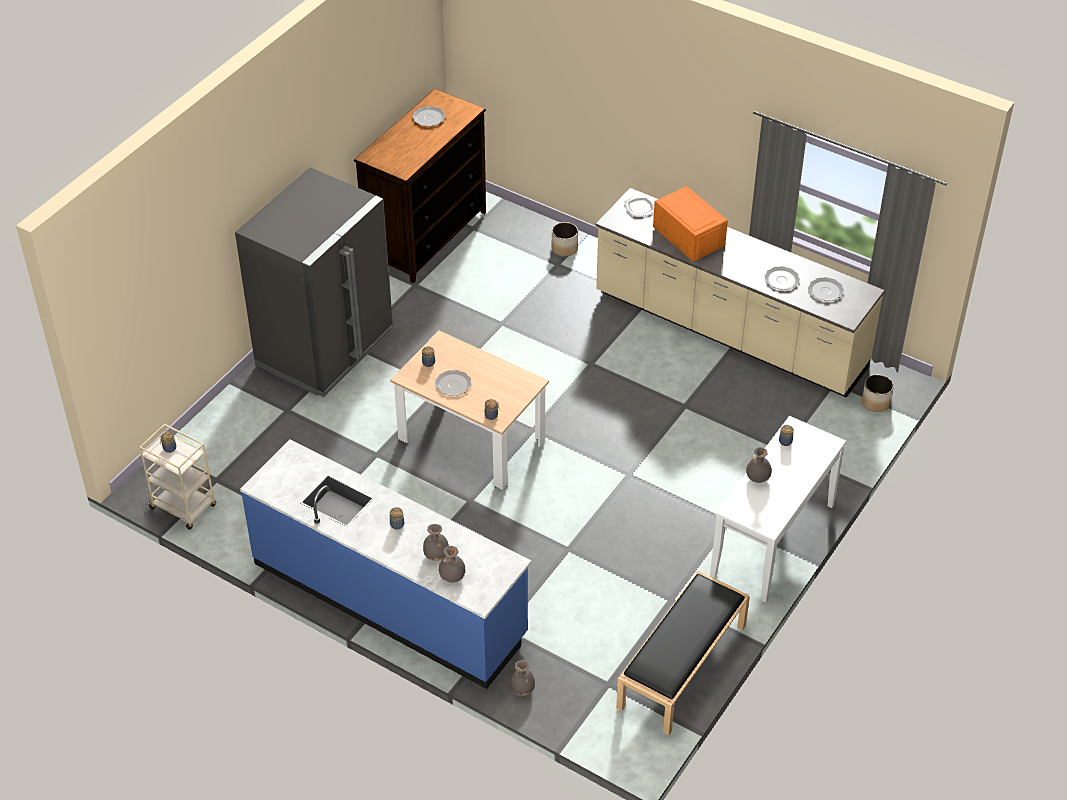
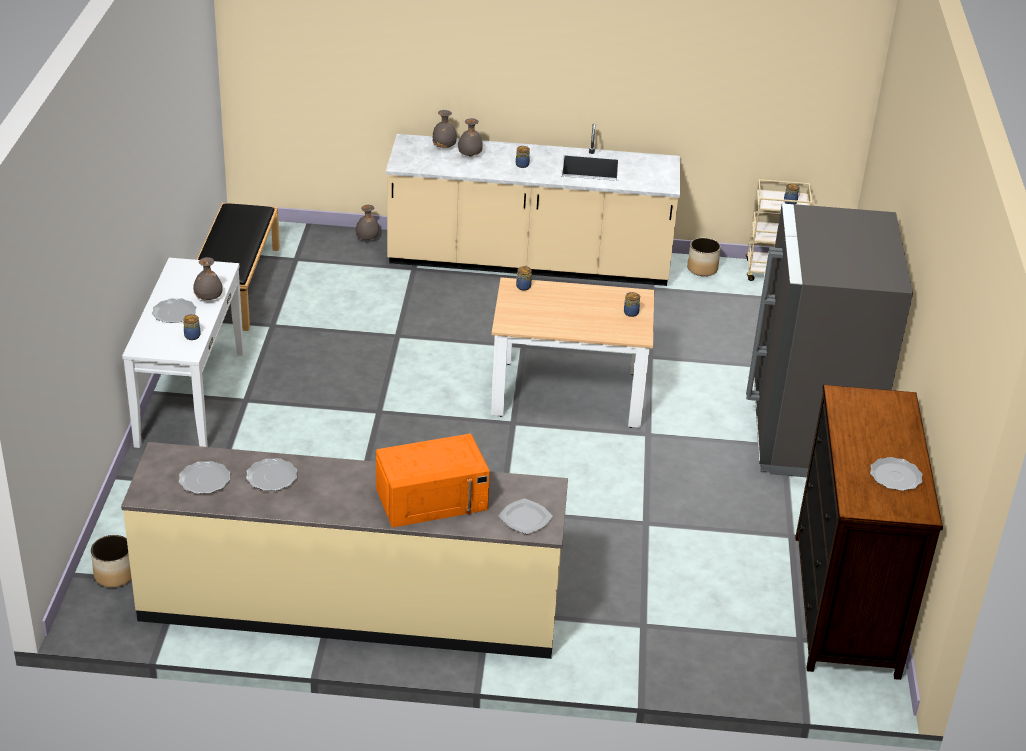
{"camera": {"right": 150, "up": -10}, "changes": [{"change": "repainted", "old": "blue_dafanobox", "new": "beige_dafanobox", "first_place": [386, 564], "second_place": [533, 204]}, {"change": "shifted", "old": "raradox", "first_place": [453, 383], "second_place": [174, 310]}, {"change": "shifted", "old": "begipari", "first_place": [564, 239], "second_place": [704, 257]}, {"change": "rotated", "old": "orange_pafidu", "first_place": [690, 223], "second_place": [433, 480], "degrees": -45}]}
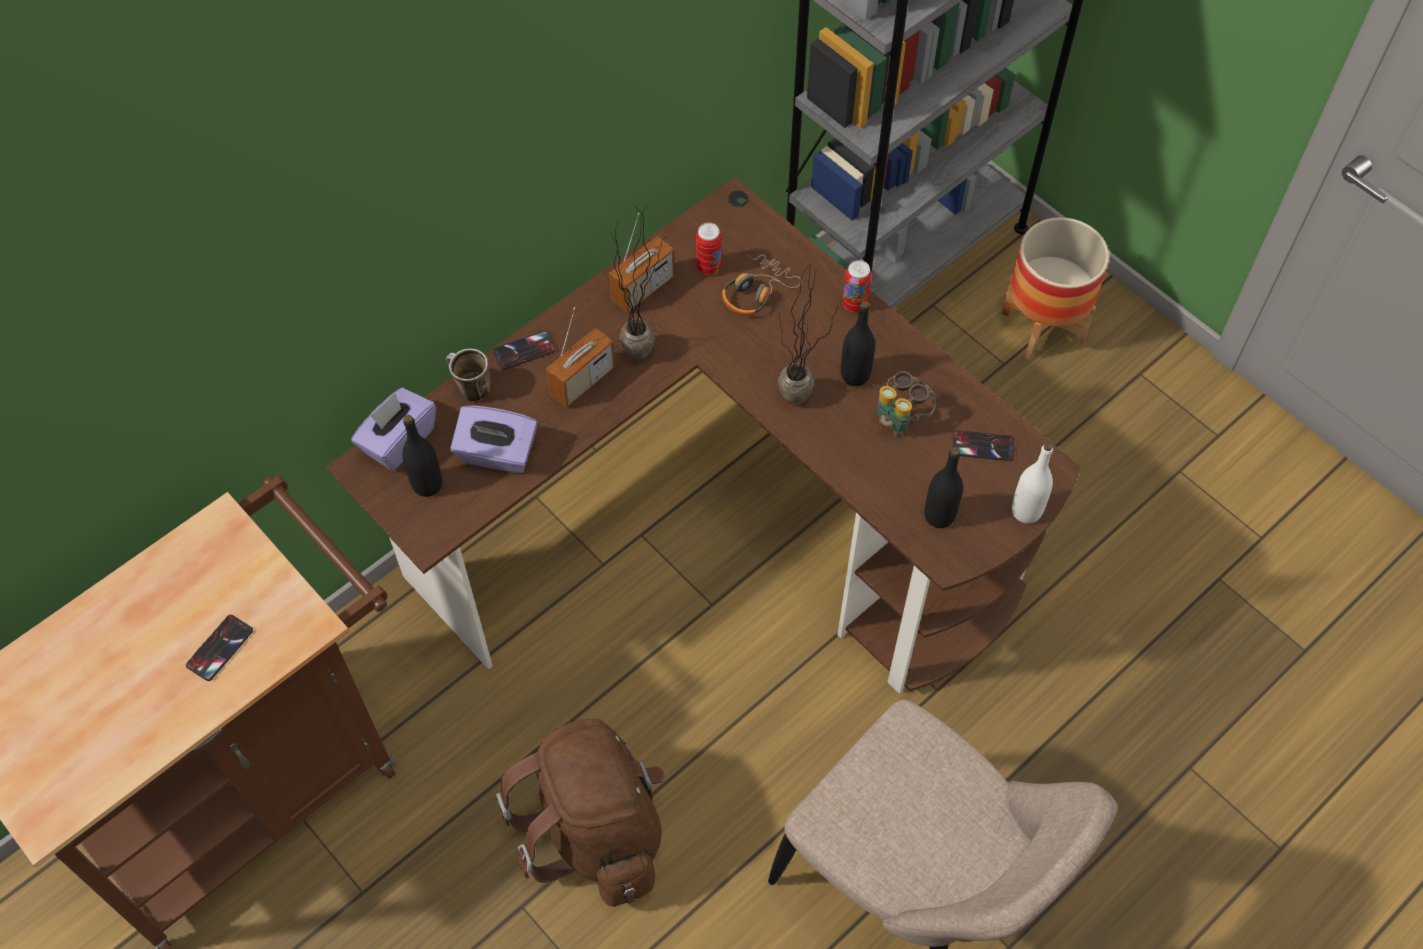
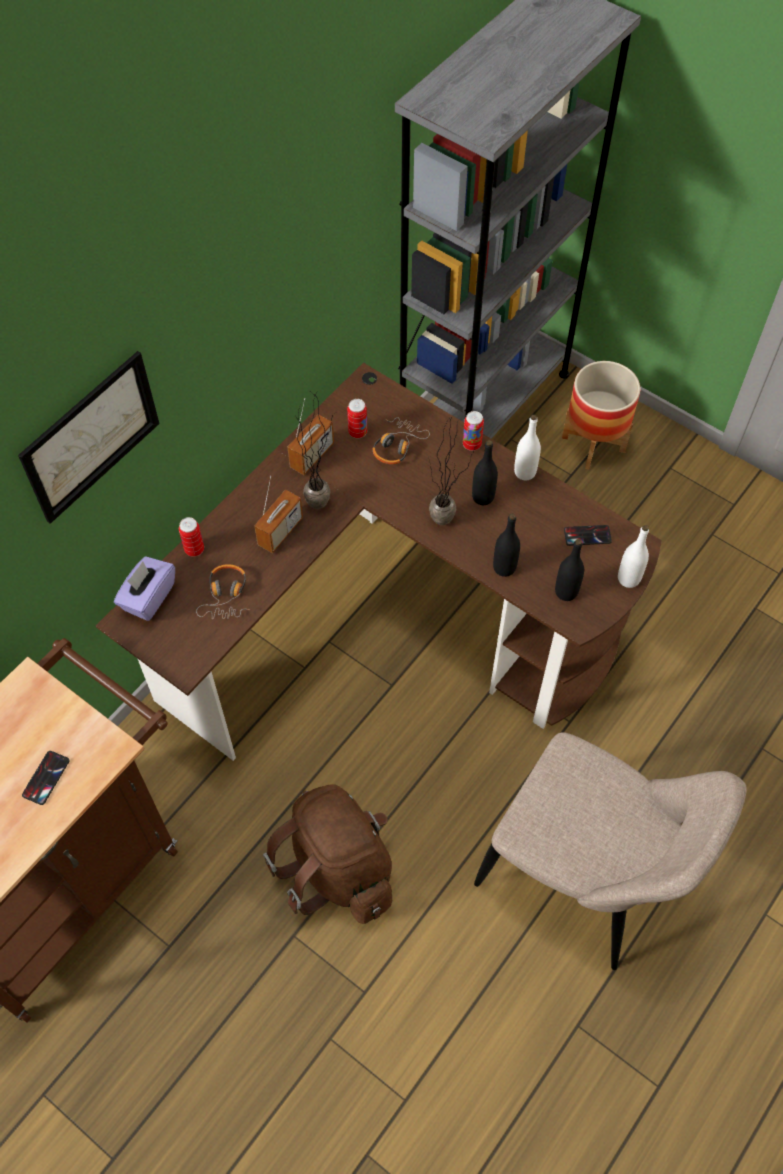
{"camera": {"right": -10, "up": 0}, "changes": [{"change": "shifted", "old": "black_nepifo", "first_place": [422, 456], "second_place": [506, 545]}, {"change": "swapped", "old": "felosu", "new": "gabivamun", "first_place": [468, 374], "second_place": [191, 537]}, {"change": "swapped", "old": "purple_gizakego", "new": "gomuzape", "first_place": [494, 439], "second_place": [223, 591]}, {"change": "gone", "old": "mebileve", "first_place": [524, 350]}, {"change": "gone", "old": "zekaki", "first_place": [907, 404]}, {"change": "new", "new": "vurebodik", "second_place": [89, 437]}, {"change": "new", "new": "white_nepifo", "second_place": [527, 447]}]}
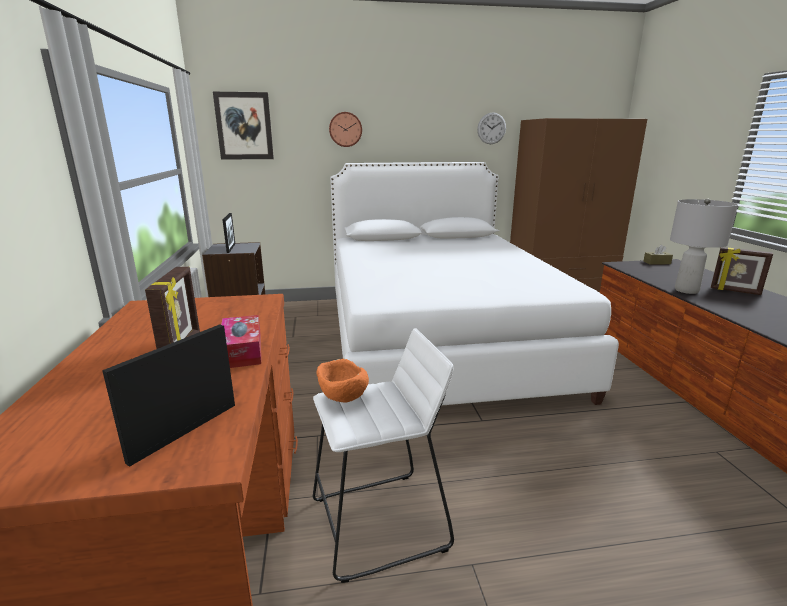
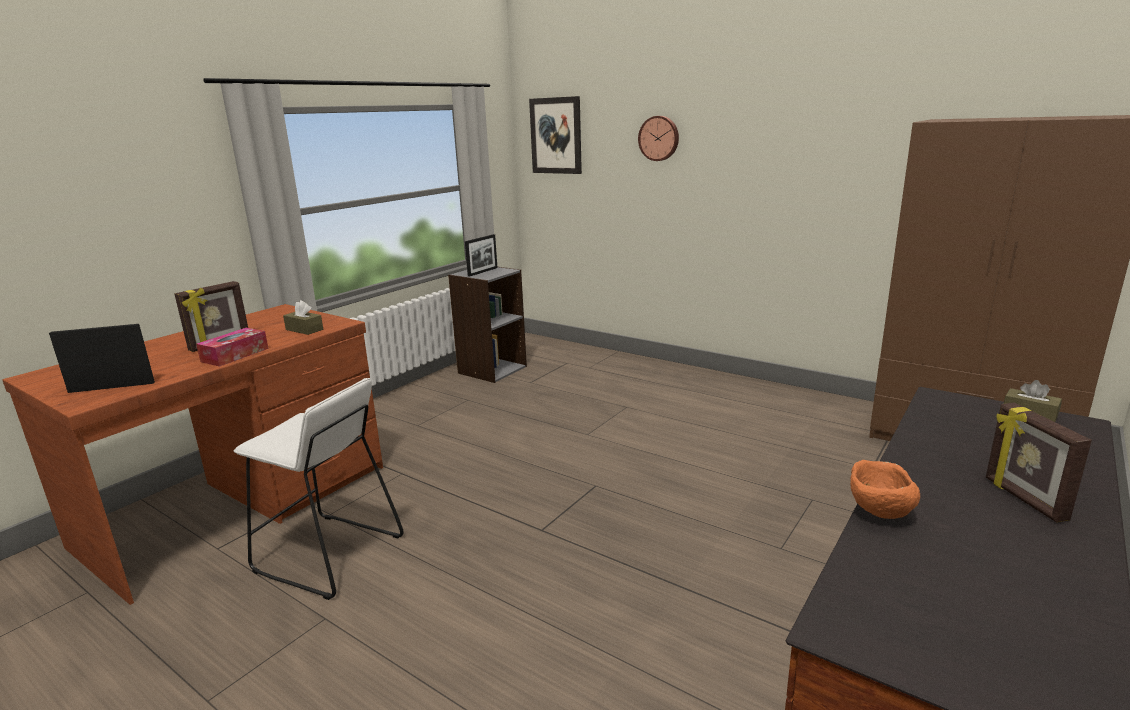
{"camera": {"right": 45, "up": 0}, "changes": [{"change": "shifted", "old": "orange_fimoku", "first_place": [343, 380], "second_place": [885, 489]}, {"change": "gone", "old": "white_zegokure", "first_place": [474, 284]}, {"change": "gone", "old": "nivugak", "first_place": [491, 128]}, {"change": "gone", "old": "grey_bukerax", "first_place": [704, 246]}, {"change": "new", "new": "brown_gizakego", "second_place": [303, 317]}]}
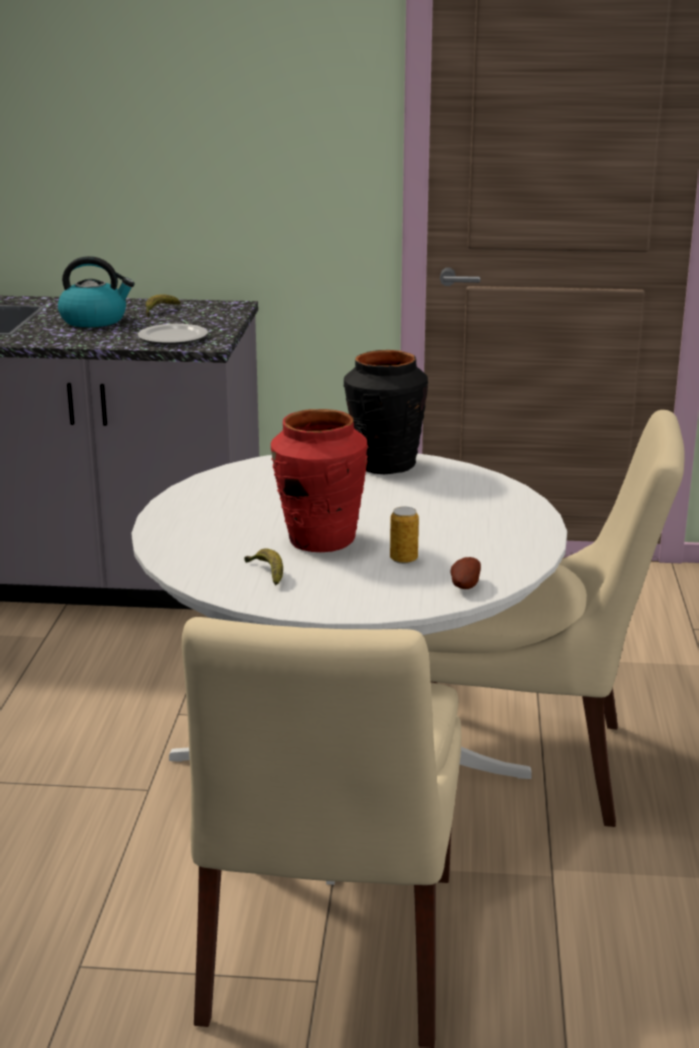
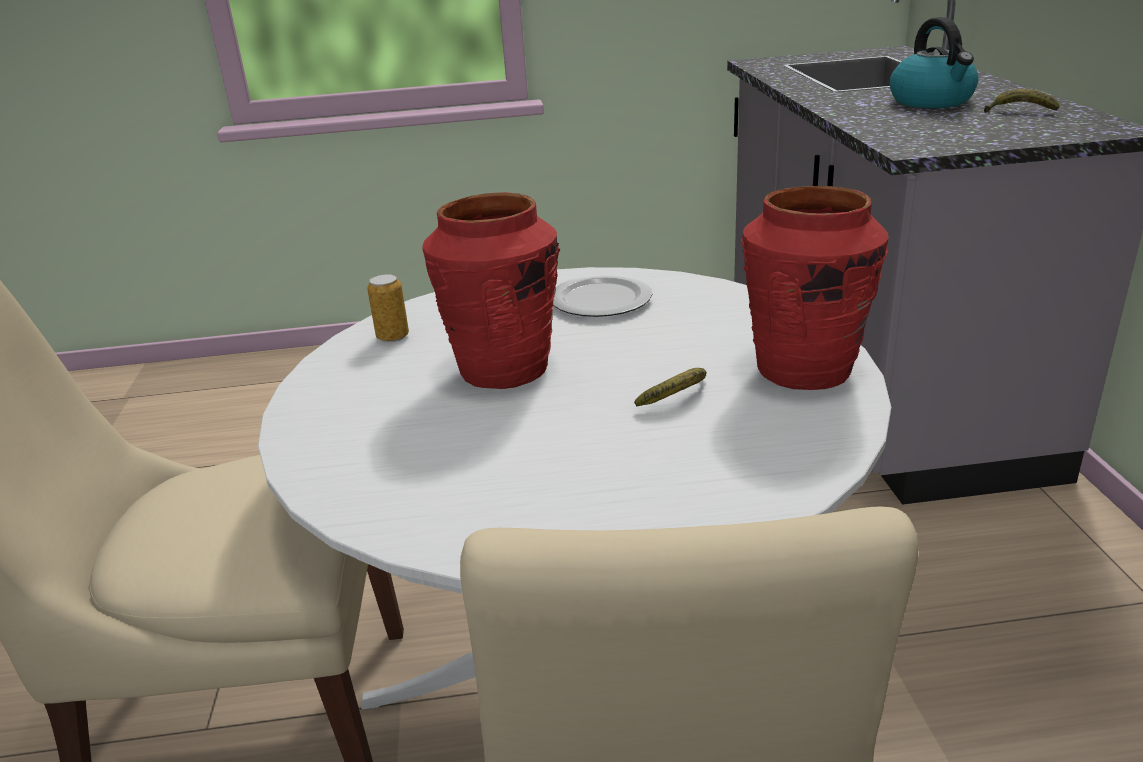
{"camera": {"right": 80, "up": 5}, "changes": [{"change": "shifted", "old": "raradox", "first_place": [173, 334], "second_place": [602, 295]}, {"change": "shifted", "old": "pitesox", "first_place": [263, 566], "second_place": [670, 387]}, {"change": "repainted", "old": "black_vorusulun", "new": "red_vorusulun", "first_place": [386, 412], "second_place": [815, 288]}, {"change": "shifted", "old": "gabivamun", "first_place": [404, 535], "second_place": [388, 308]}, {"change": "gone", "old": "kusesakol", "first_place": [465, 573]}]}
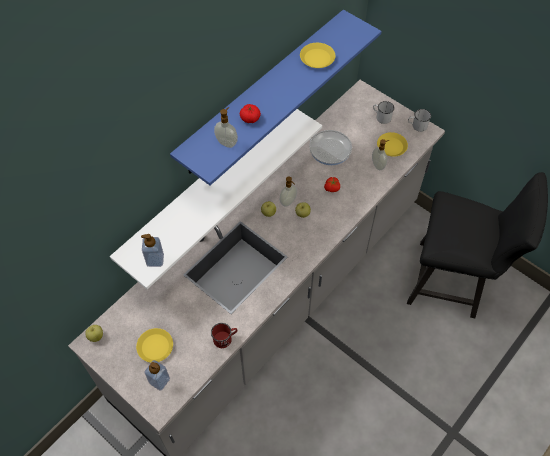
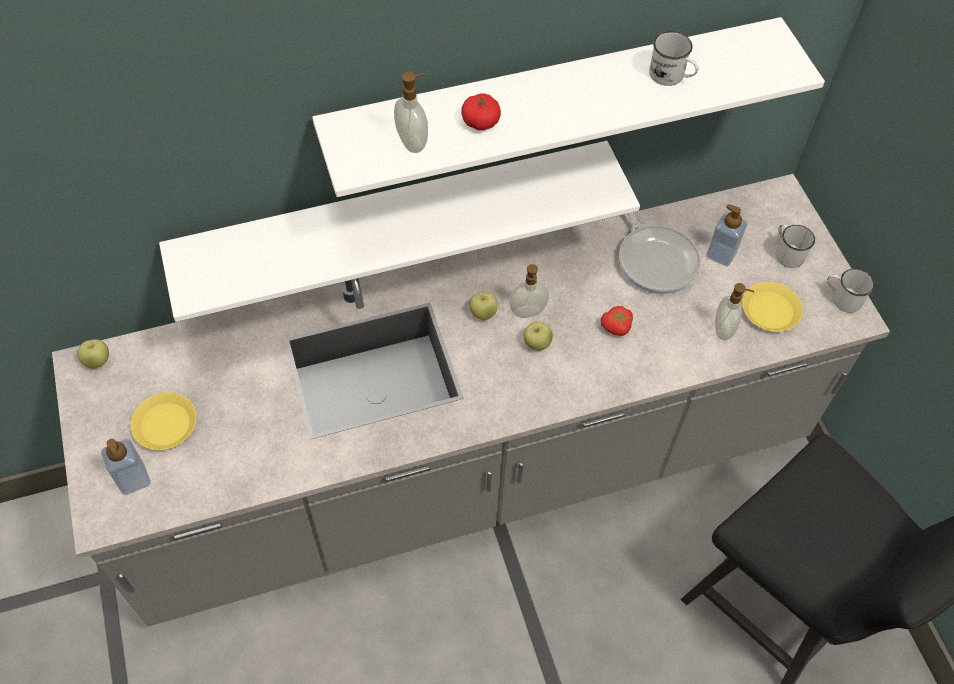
{"camera": {"right": 30, "up": 0}, "changes": [{"change": "shifted", "old": "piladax", "first_place": [152, 250], "second_place": [726, 235]}, {"change": "repainted", "old": "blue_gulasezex", "new": "white_gulasezex", "first_place": [276, 98], "second_place": [568, 107]}, {"change": "gone", "old": "red_felosu", "first_place": [224, 335]}, {"change": "swapped", "old": "yellow_raradox", "new": "white_felosu", "first_place": [317, 55], "second_place": [674, 58]}]}
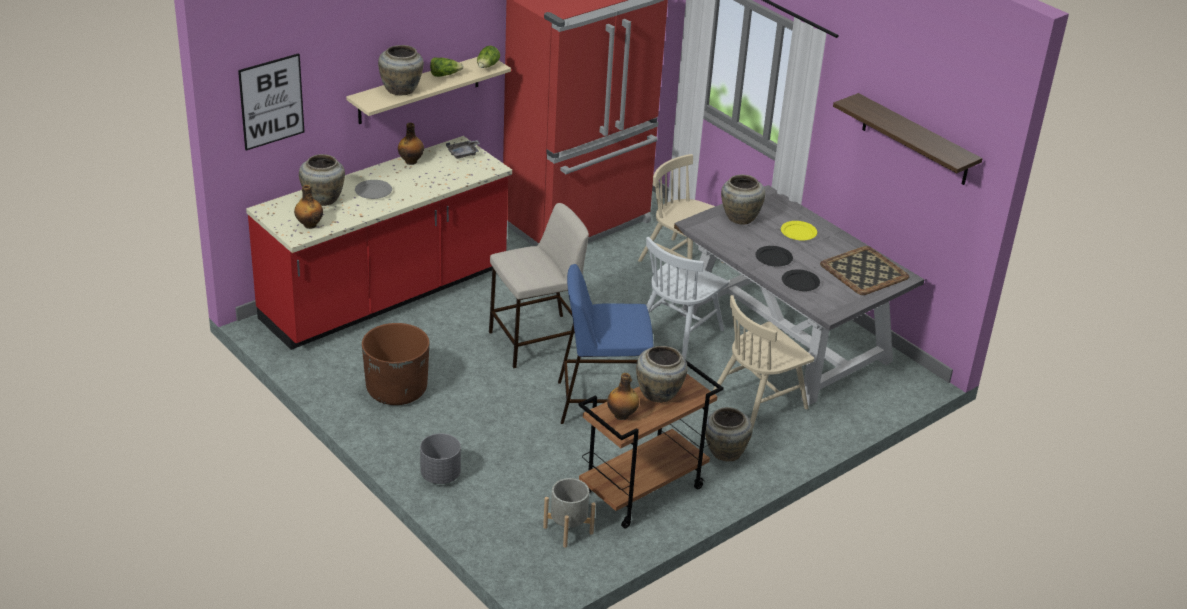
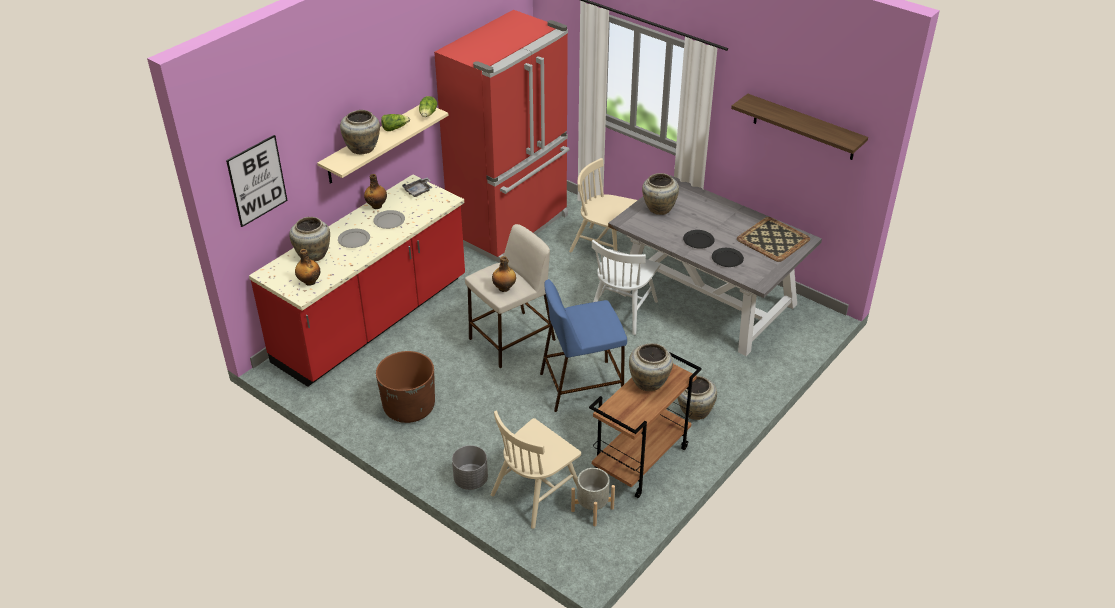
{"camera": {"right": -10, "up": 5}, "changes": [{"change": "shifted", "old": "nepifo", "first_place": [623, 396], "second_place": [504, 274]}, {"change": "shifted", "old": "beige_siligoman", "first_place": [763, 361], "second_place": [536, 469]}, {"change": "gone", "old": "yellow_raradox", "first_place": [799, 230]}, {"change": "new", "new": "grey_raradox", "second_place": [389, 219]}]}
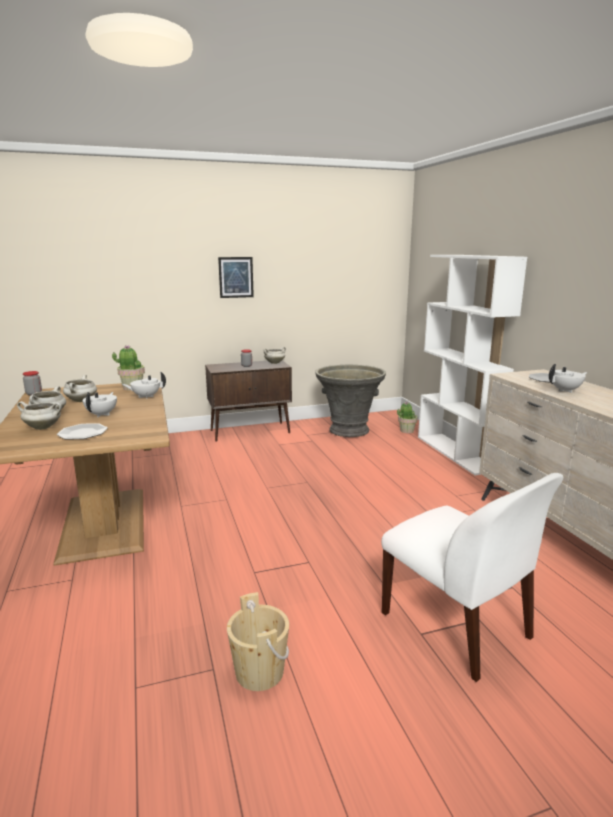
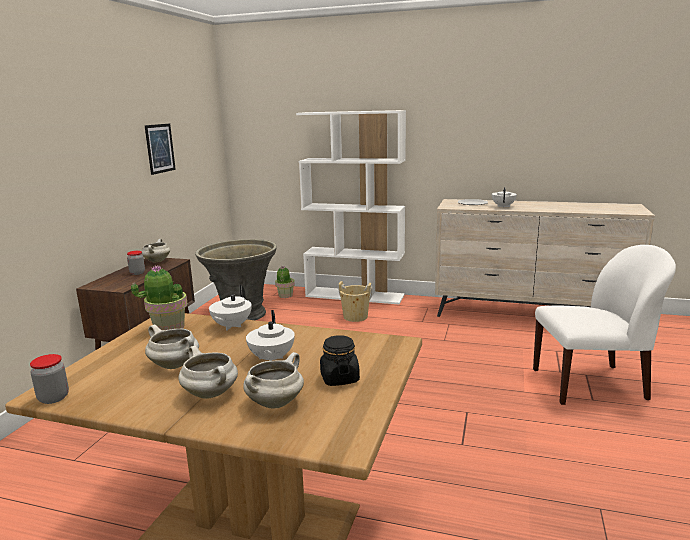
{"camera": {"right": -55, "up": 0}, "changes": [{"change": "swapped", "old": "raradox", "new": "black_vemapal", "first_place": [82, 431], "second_place": [340, 360]}, {"change": "rotated", "old": "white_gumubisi", "first_place": [99, 404], "second_place": [270, 335], "degrees": -135}, {"change": "shifted", "old": "vurebodik", "first_place": [236, 277], "second_place": [160, 149]}, {"change": "shifted", "old": "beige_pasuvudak", "first_place": [258, 641], "second_place": [355, 301]}]}
